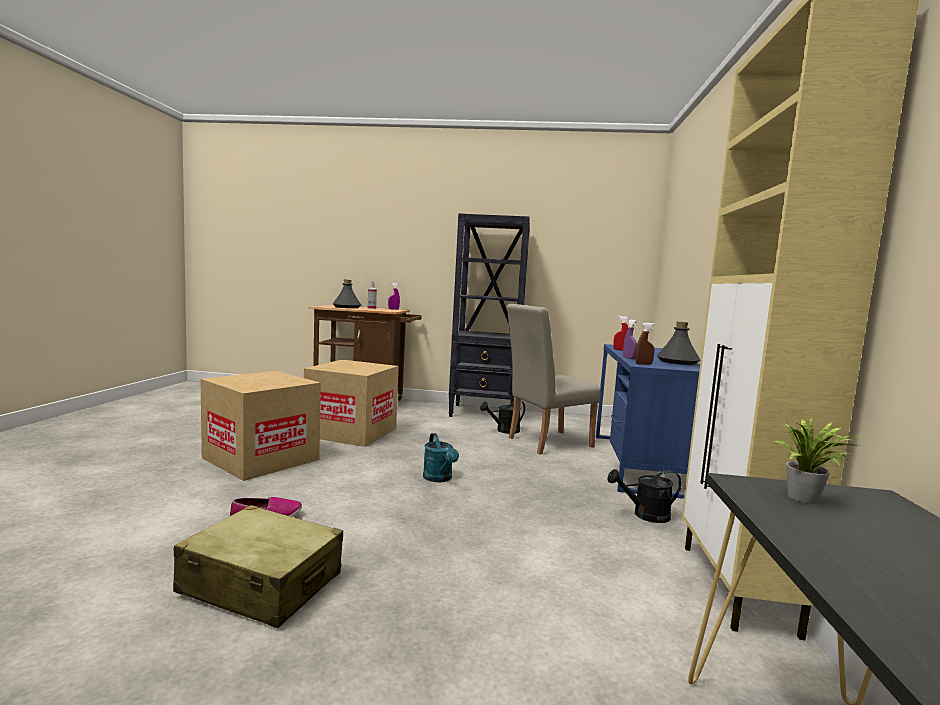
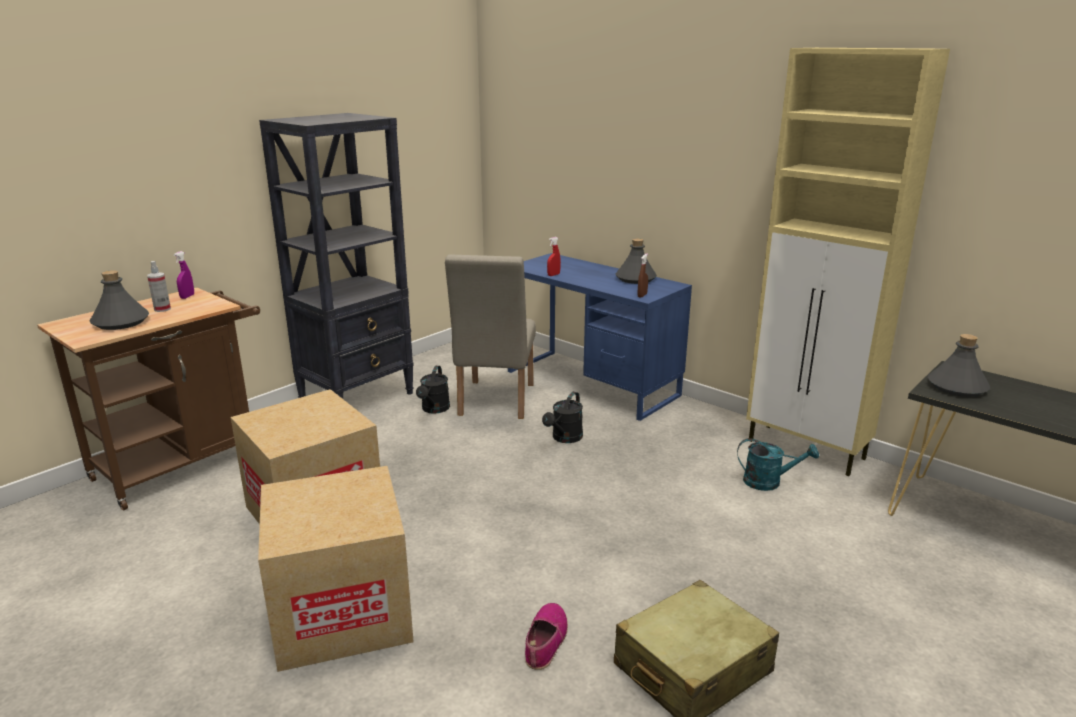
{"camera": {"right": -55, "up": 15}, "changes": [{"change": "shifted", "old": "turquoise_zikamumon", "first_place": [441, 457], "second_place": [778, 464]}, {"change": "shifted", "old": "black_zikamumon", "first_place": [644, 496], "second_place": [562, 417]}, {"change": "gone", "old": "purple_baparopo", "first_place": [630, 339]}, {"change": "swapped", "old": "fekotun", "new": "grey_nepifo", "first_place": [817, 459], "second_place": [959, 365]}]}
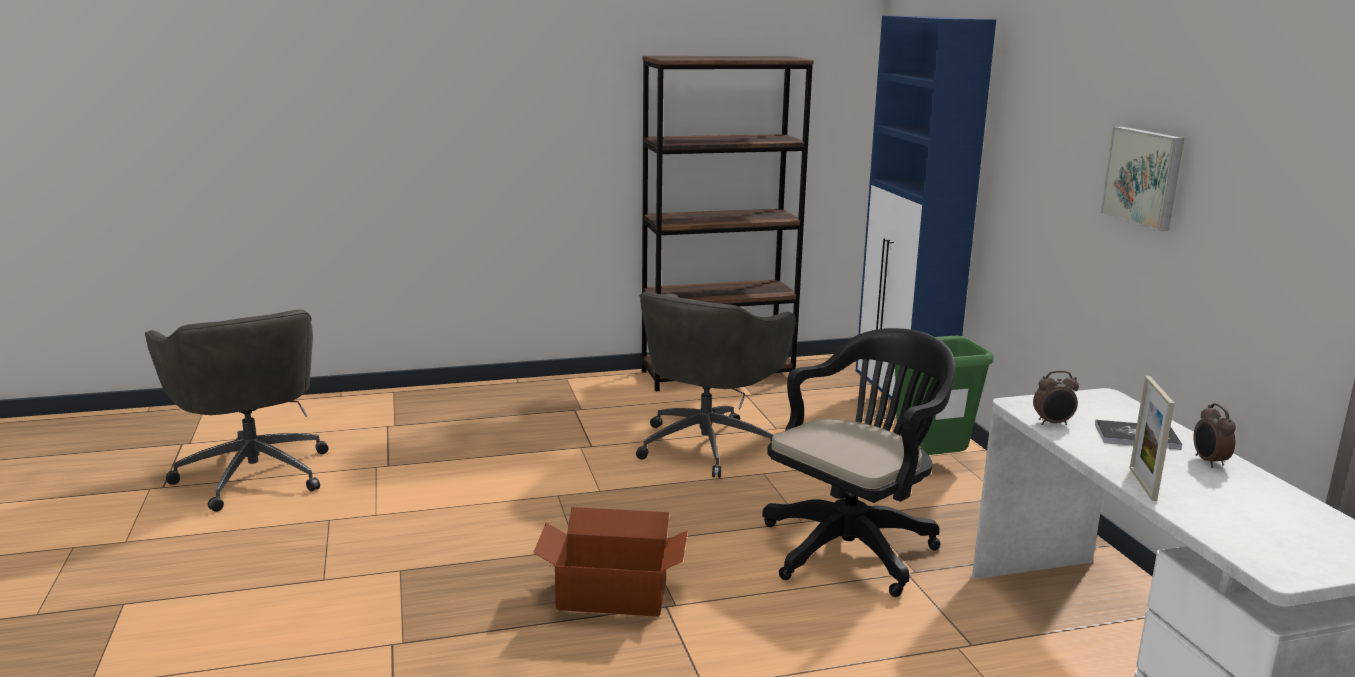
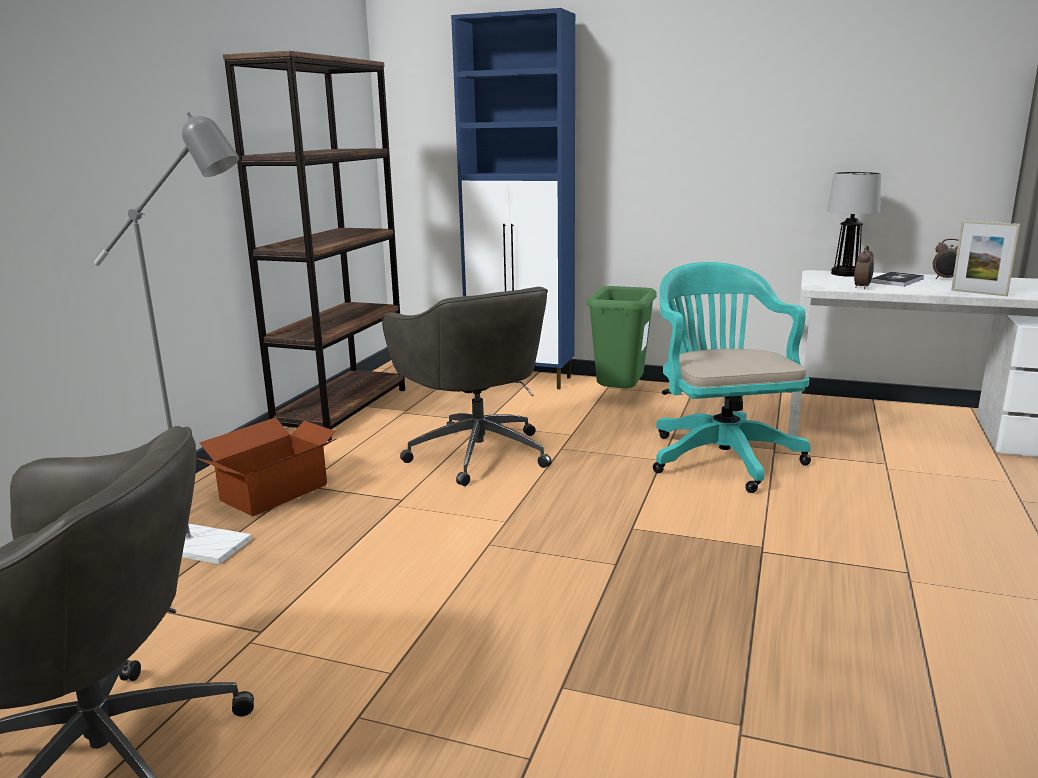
{"camera": {"right": -55, "up": 0}, "changes": [{"change": "shifted", "old": "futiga", "first_place": [610, 561], "second_place": [266, 466]}, {"change": "repainted", "old": "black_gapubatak", "new": "turquoise_gapubatak", "first_place": [858, 462], "second_place": [732, 377]}, {"change": "gone", "old": "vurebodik", "first_place": [1142, 179]}, {"change": "new", "new": "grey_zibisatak", "second_place": [173, 338]}, {"change": "new", "new": "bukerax", "second_place": [854, 224]}]}
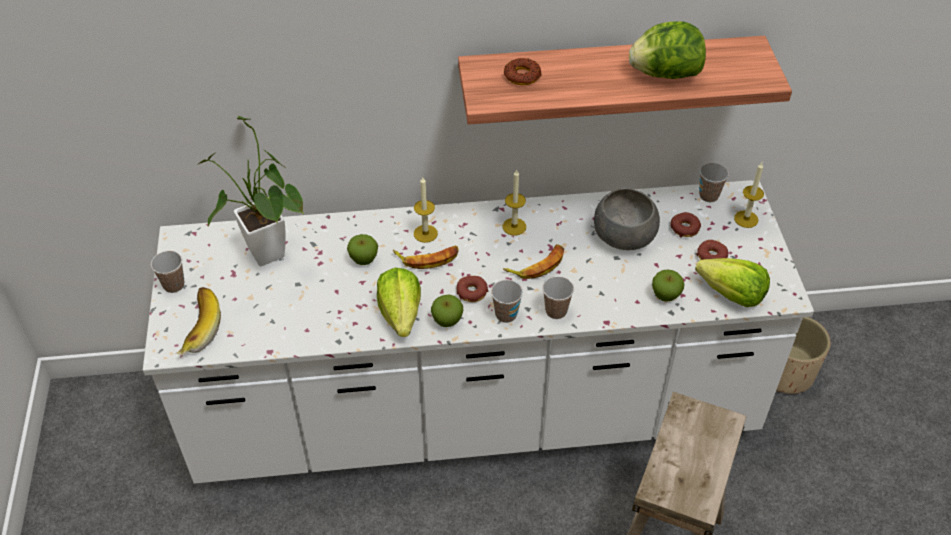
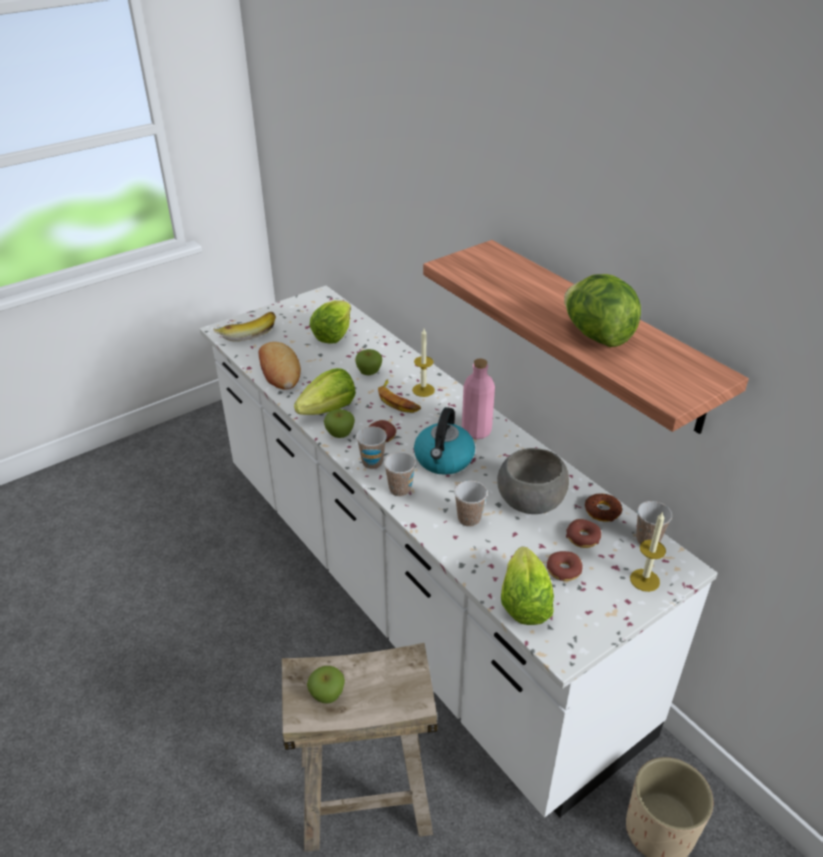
{"camera": {"right": 60, "up": -10}, "changes": [{"change": "shifted", "old": "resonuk", "first_place": [167, 272], "second_place": [470, 504]}, {"change": "swapped", "old": "fekotun", "new": "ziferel", "first_place": [250, 191], "second_place": [330, 322]}, {"change": "swapped", "old": "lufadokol", "new": "pink_nepifo", "first_place": [514, 202], "second_place": [478, 398]}, {"change": "swapped", "old": "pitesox", "new": "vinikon", "first_place": [533, 261], "second_place": [444, 441]}, {"change": "shifted", "old": "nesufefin", "first_place": [523, 71], "second_place": [603, 507]}, {"change": "shifted", "old": "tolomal", "first_place": [668, 285], "second_place": [326, 685]}, {"change": "new", "new": "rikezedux", "second_place": [280, 365]}]}
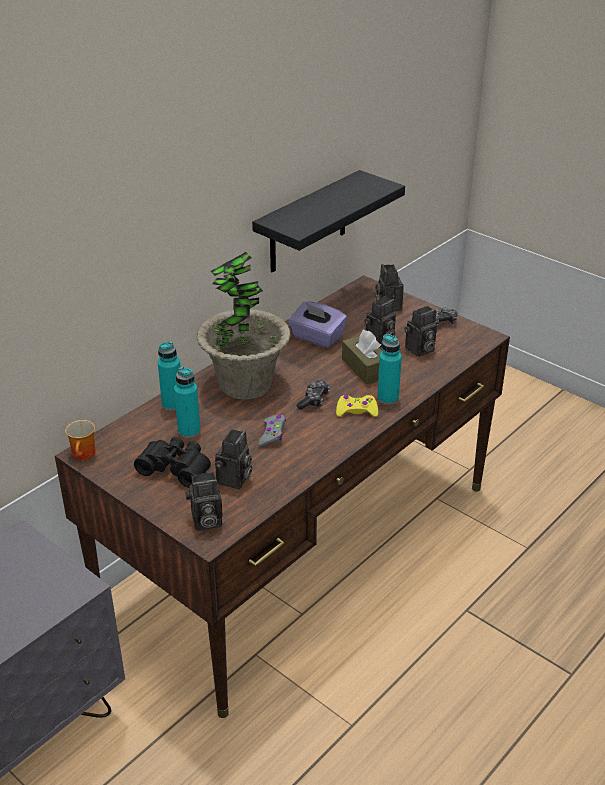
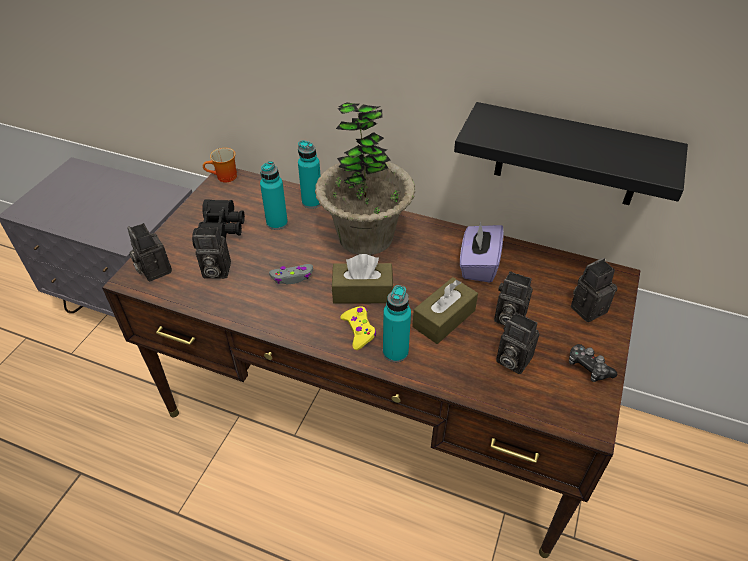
{"camera": {"right": 70, "up": 10}, "changes": [{"change": "swapped", "old": "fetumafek", "new": "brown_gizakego", "first_place": [313, 394], "second_place": [362, 279]}]}
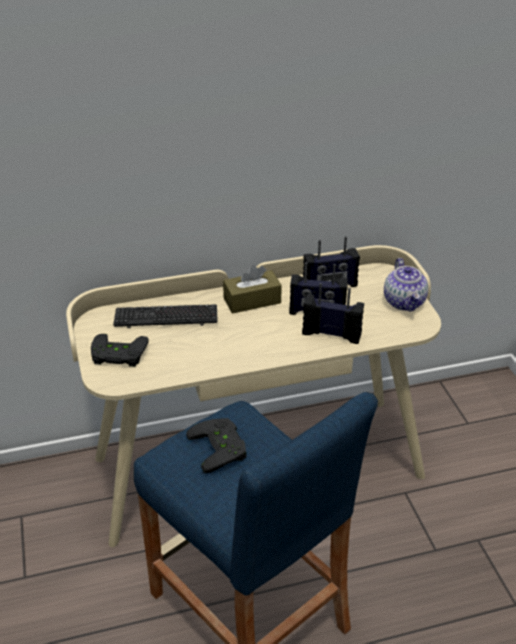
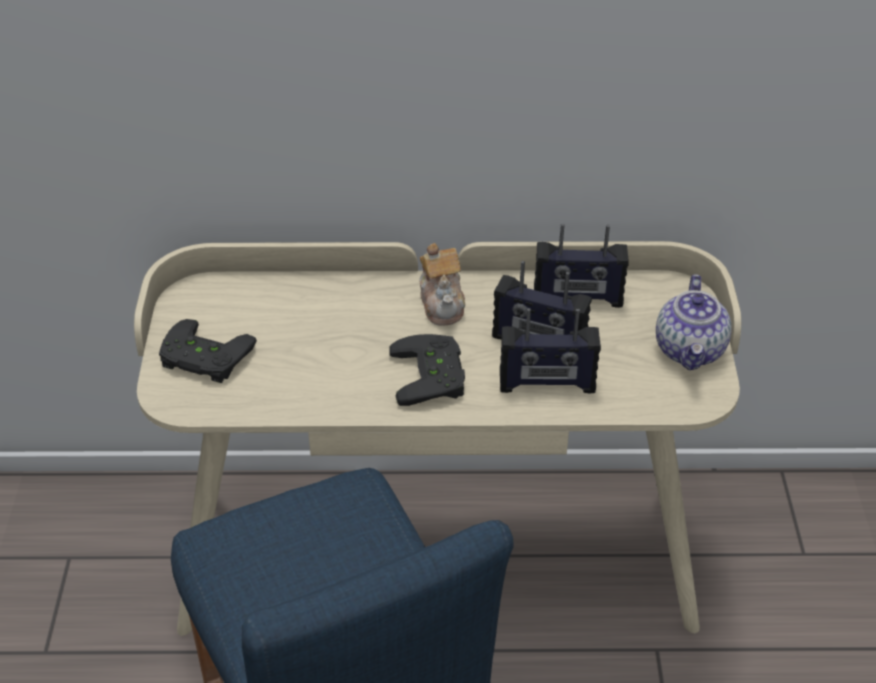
{"camera": {"right": 15, "up": 5}, "changes": [{"change": "gone", "old": "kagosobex", "first_place": [165, 316]}, {"change": "shifted", "old": "black_fetumafek", "first_place": [216, 445], "second_place": [427, 370]}, {"change": "swapped", "old": "brown_gizakego", "new": "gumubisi", "first_place": [252, 289], "second_place": [442, 284]}, {"change": "rotated", "old": "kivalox", "first_place": [333, 313], "second_place": [550, 350], "degrees": 150}]}
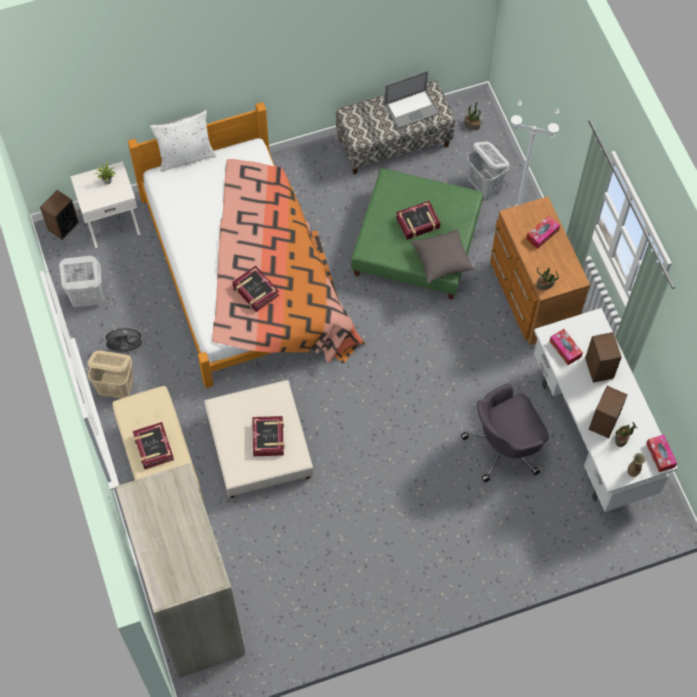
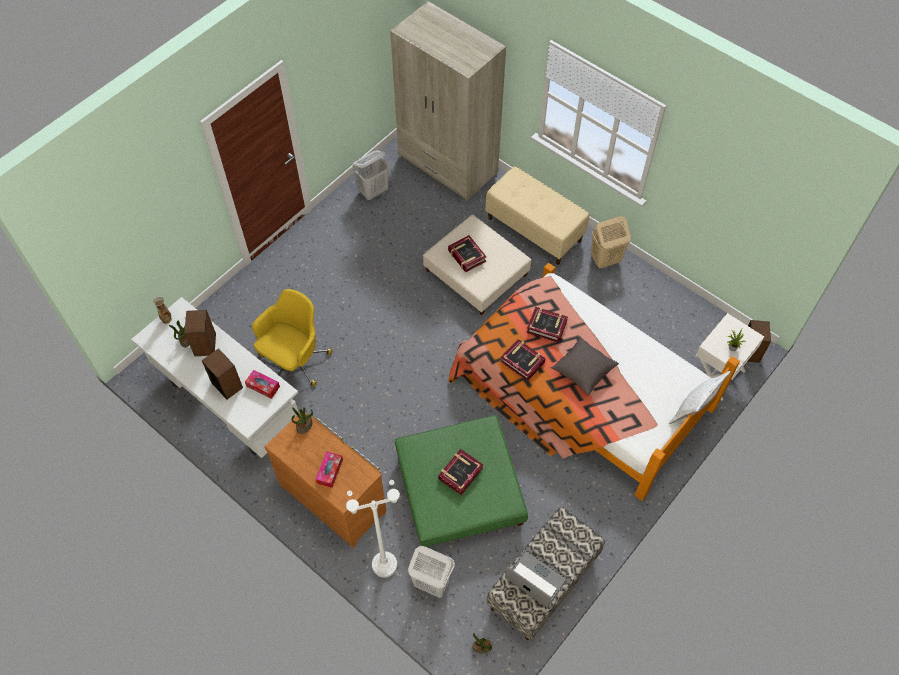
{"camera": {"right": 150, "up": -5}, "changes": [{"change": "shifted", "old": "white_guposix", "first_place": [81, 281], "second_place": [370, 175]}, {"change": "gone", "old": "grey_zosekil", "first_place": [123, 339]}, {"change": "shifted", "old": "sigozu", "first_place": [153, 445], "second_place": [522, 360]}, {"change": "rotated", "old": "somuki", "first_place": [412, 100], "second_place": [536, 579], "degrees": 90}, {"change": "shifted", "old": "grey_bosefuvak", "first_place": [443, 256], "second_place": [585, 366]}, {"change": "repainted", "old": "grey_gapubatak", "new": "yellow_gapubatak", "first_place": [505, 432], "second_place": [292, 338]}, {"change": "gone", "old": "gizakego", "first_place": [661, 453]}]}
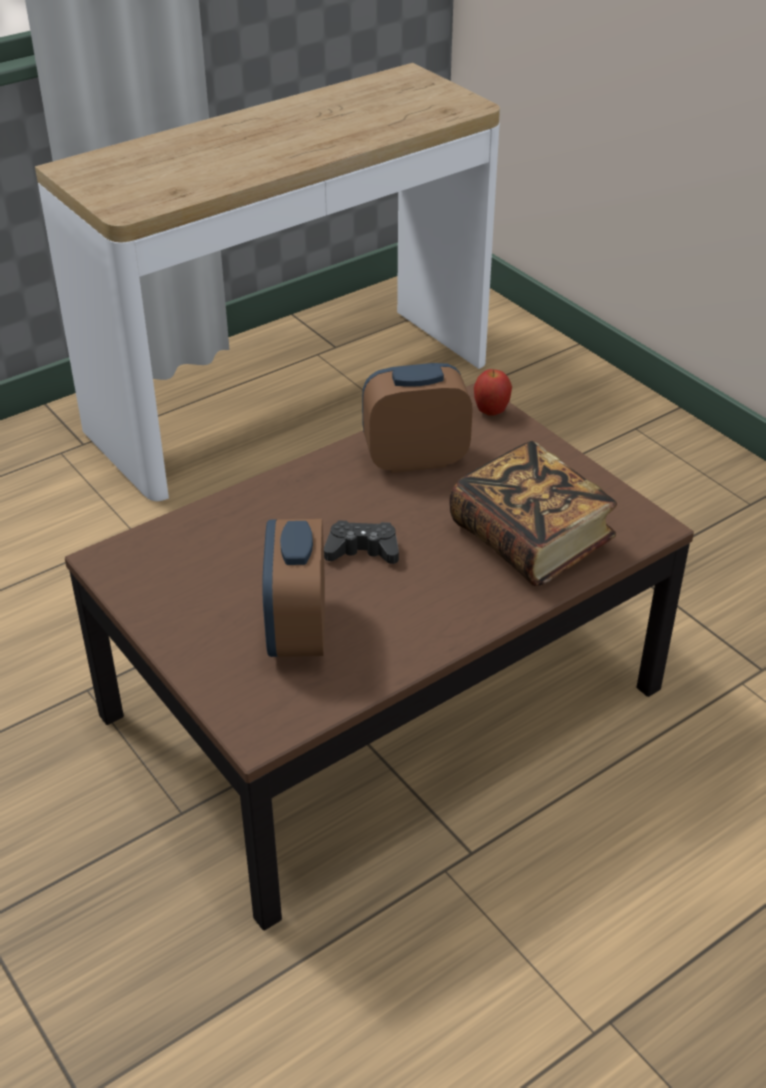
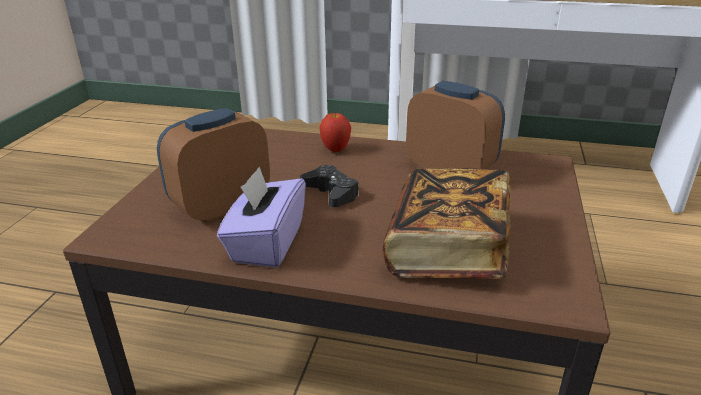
{"camera": {"right": 50, "up": -10}, "changes": [{"change": "shifted", "old": "tolomal", "first_place": [493, 392], "second_place": [335, 132]}, {"change": "new", "new": "purple_gizakego", "second_place": [261, 217]}]}
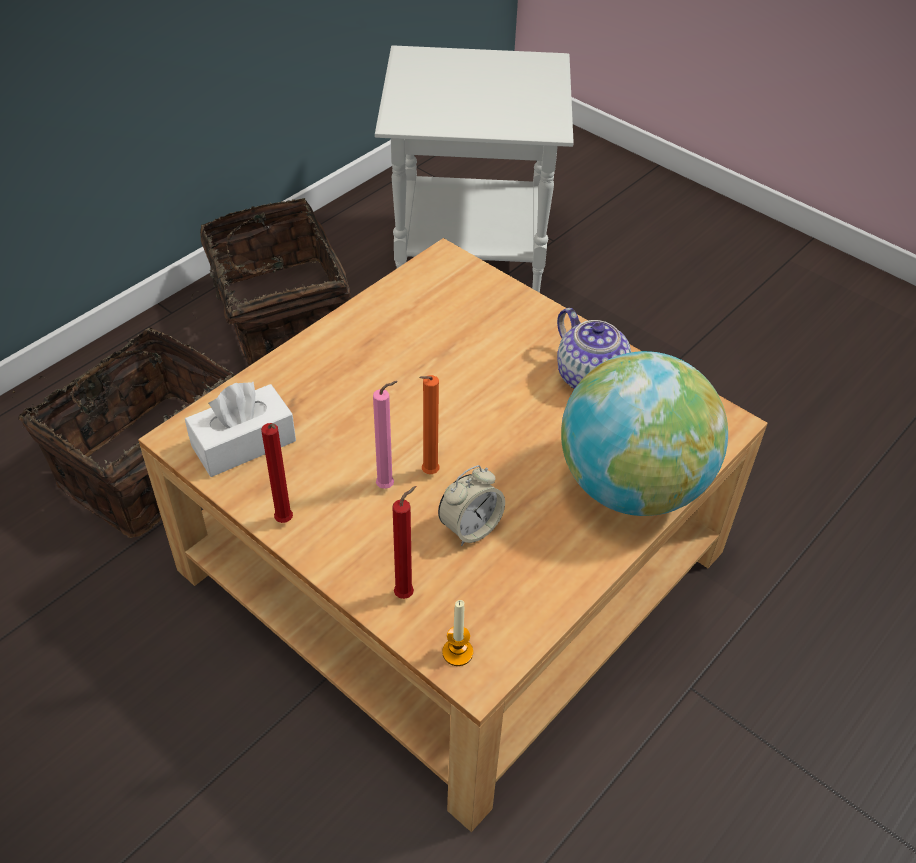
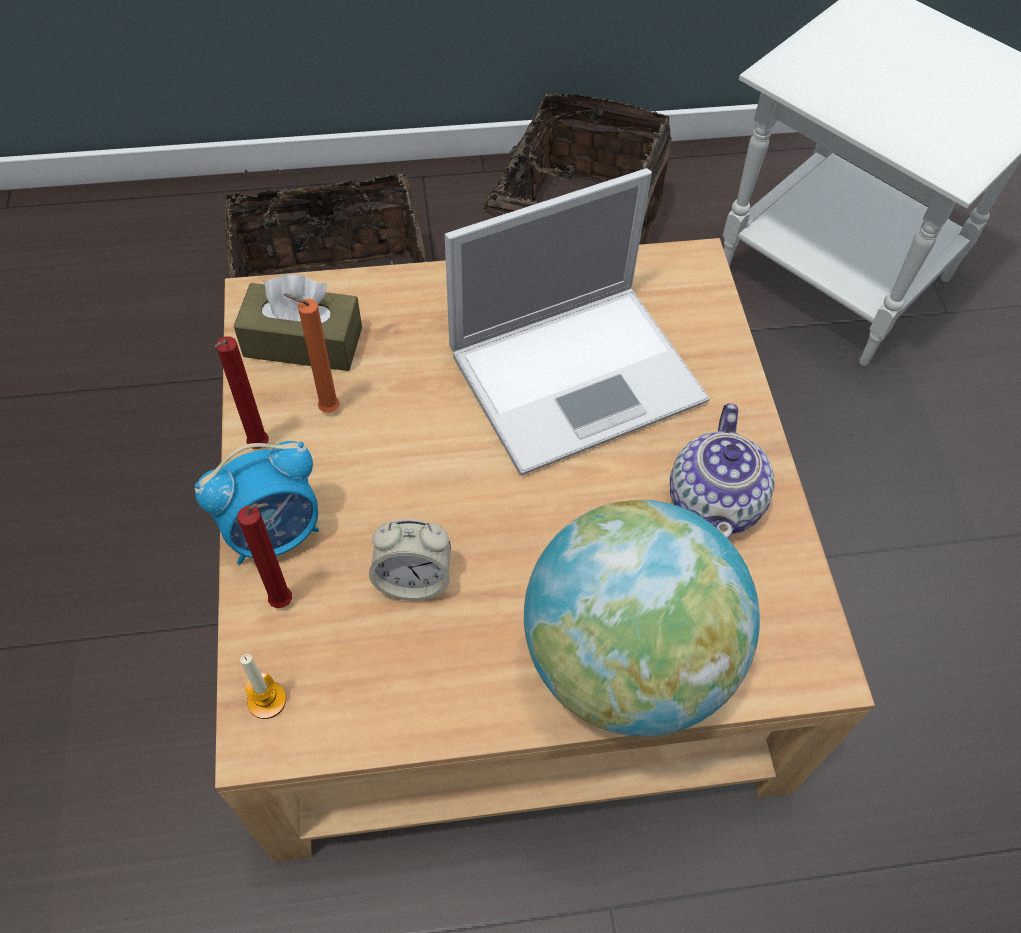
{"camera": {"right": 40, "up": 10}, "changes": [{"change": "repainted", "old": "white_gizakego", "new": "brown_gizakego", "first_place": [240, 429], "second_place": [298, 322]}, {"change": "gone", "old": "pink_lufadokol", "first_place": [385, 435]}, {"change": "shifted", "old": "orange_lufadokol", "first_place": [429, 424], "second_place": [311, 353]}, {"change": "new", "new": "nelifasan", "second_place": [257, 503]}, {"change": "new", "new": "somuki", "second_place": [577, 322]}]}
